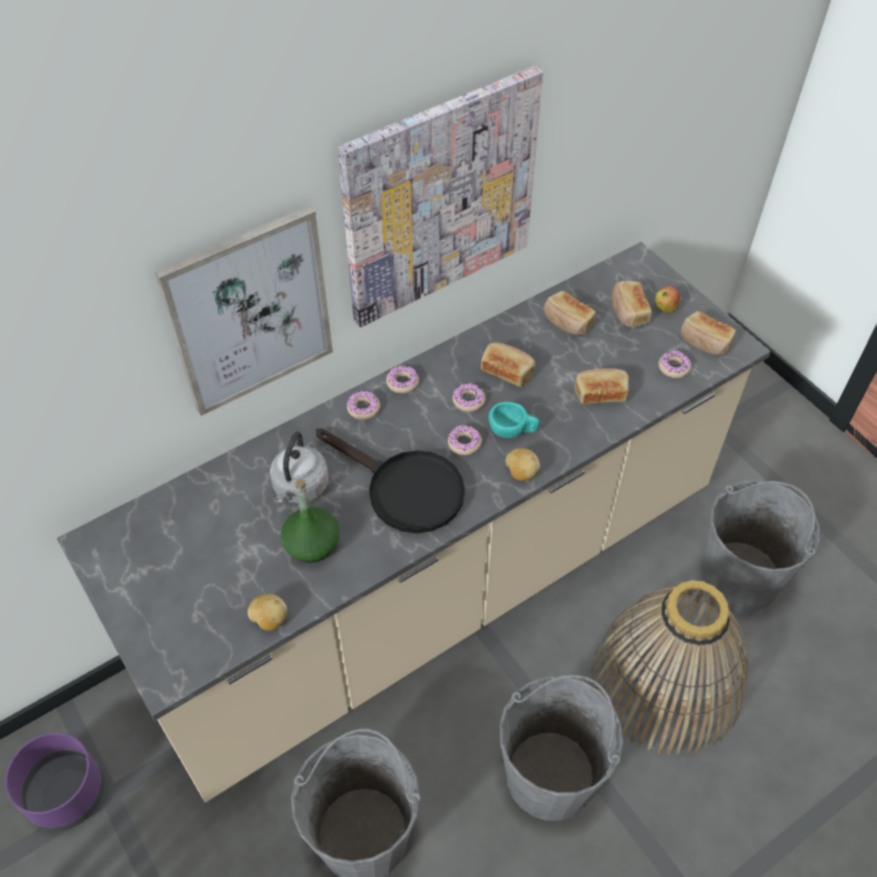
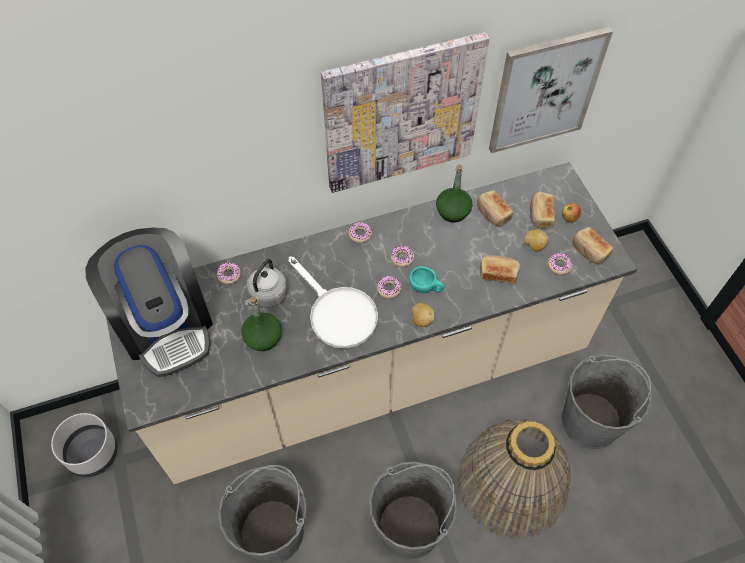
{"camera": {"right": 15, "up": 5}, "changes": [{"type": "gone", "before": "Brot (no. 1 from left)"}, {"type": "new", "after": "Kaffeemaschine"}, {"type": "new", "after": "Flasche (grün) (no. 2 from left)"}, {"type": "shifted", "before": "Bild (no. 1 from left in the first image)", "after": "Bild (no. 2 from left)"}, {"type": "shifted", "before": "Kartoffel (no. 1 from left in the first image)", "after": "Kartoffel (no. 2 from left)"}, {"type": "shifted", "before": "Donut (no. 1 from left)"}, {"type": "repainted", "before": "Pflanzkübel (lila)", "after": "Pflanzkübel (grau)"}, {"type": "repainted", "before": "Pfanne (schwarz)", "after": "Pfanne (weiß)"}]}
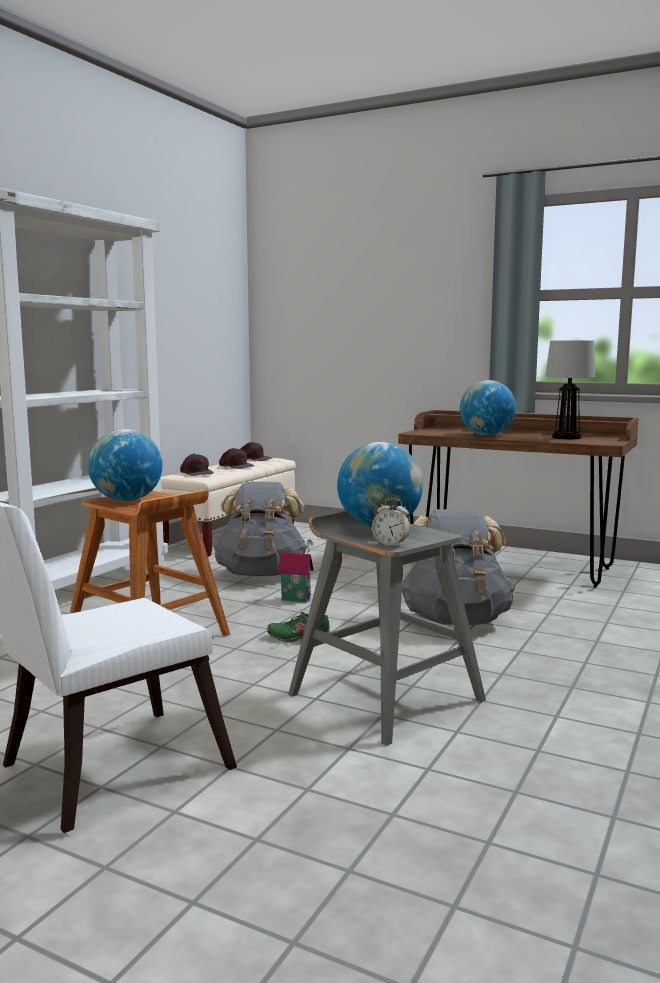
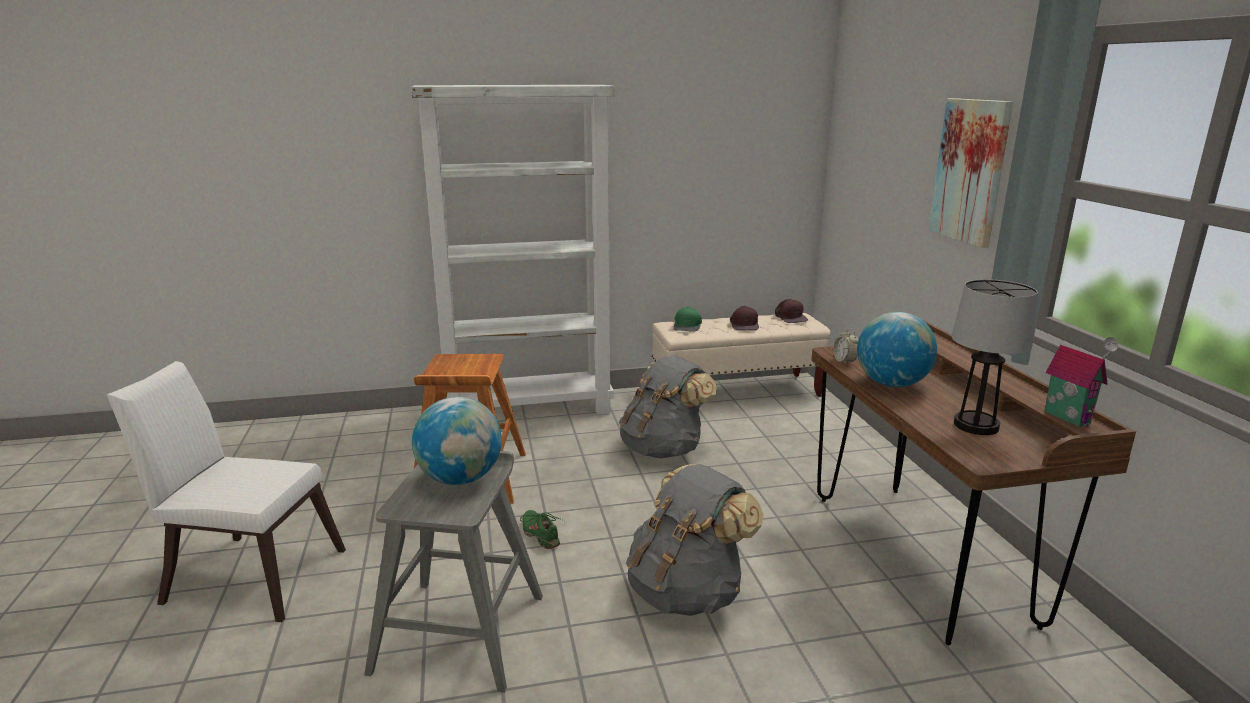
{"camera": {"right": 50, "up": 10}, "changes": [{"type": "gone", "before": "Globus (no. 1 from left)"}, {"type": "new", "after": "Bild"}, {"type": "shifted", "before": "Spielzeughaus"}, {"type": "shifted", "before": "Wecker"}, {"type": "repainted", "before": "Kappe (braun) (no. 1 from left)", "after": "Kappe (grün)"}]}
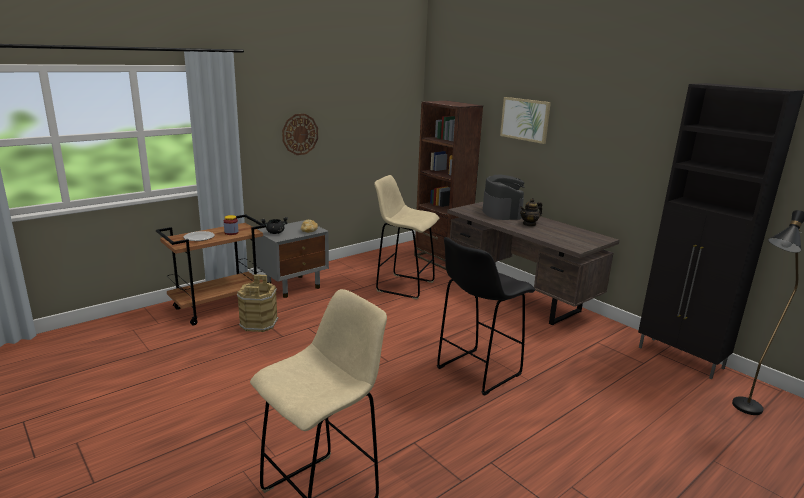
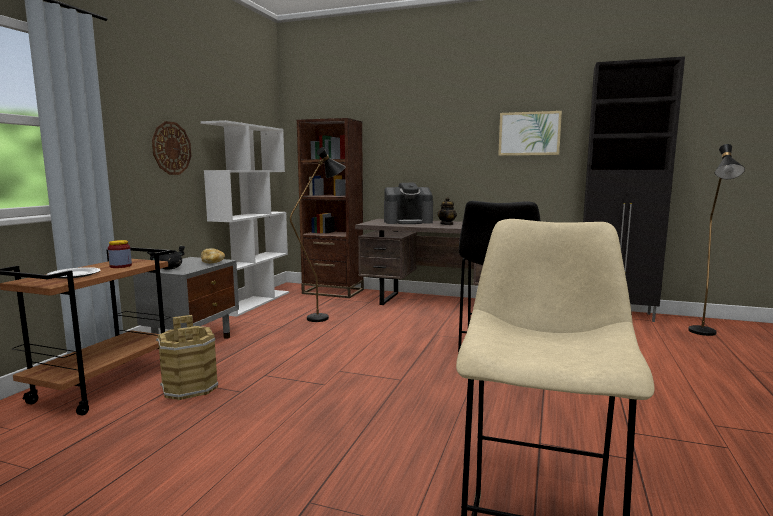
{"camera": {"right": -30, "up": -10}, "changes": [{"type": "new", "after": "Bücherregal (weiß)"}, {"type": "shifted", "before": "Bild"}, {"type": "swapped", "before": "Hocker (beige) (no. 2 from left)", "after": "Stehlampe (schwarz) (no. 1 from left)"}, {"type": "rotated", "before": "Kaffeemaschine", "turn": 120}]}
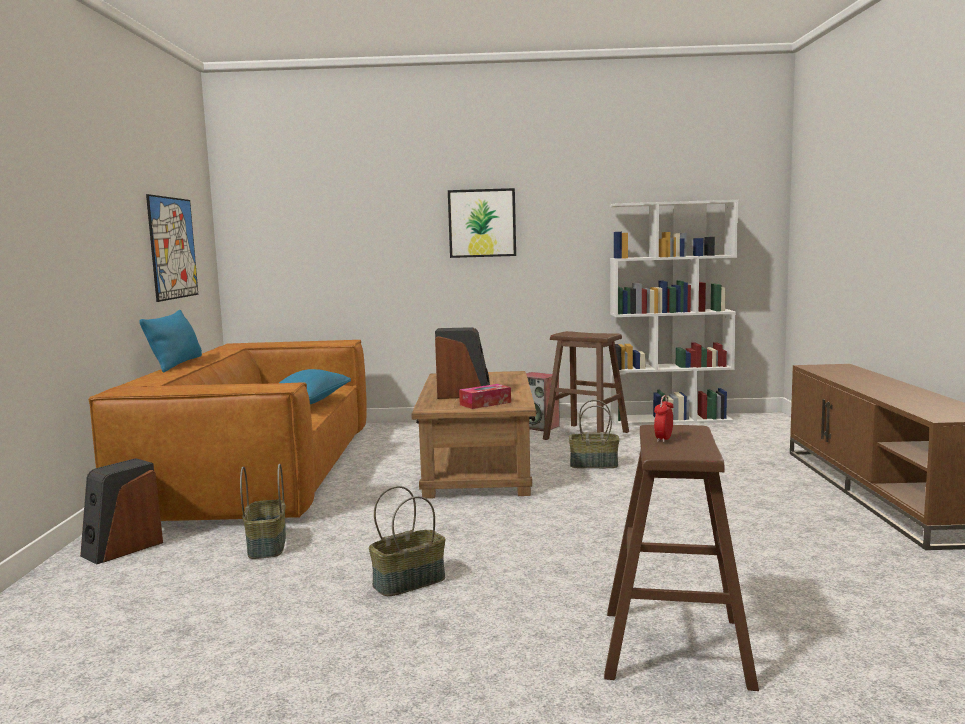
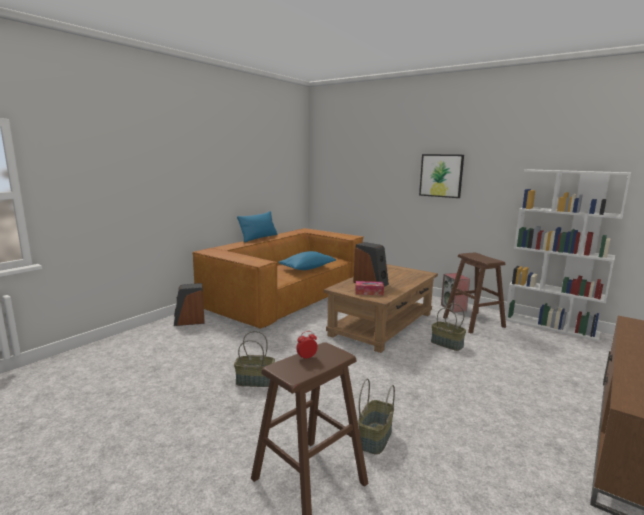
{"camera": {"right": 35, "up": 5}, "changes": [{"type": "gone", "before": "Bild (no. 1 from left)"}, {"type": "shifted", "before": "Korb (no. 1 from left in the first image)", "after": "Korb (no. 2 from left)"}]}
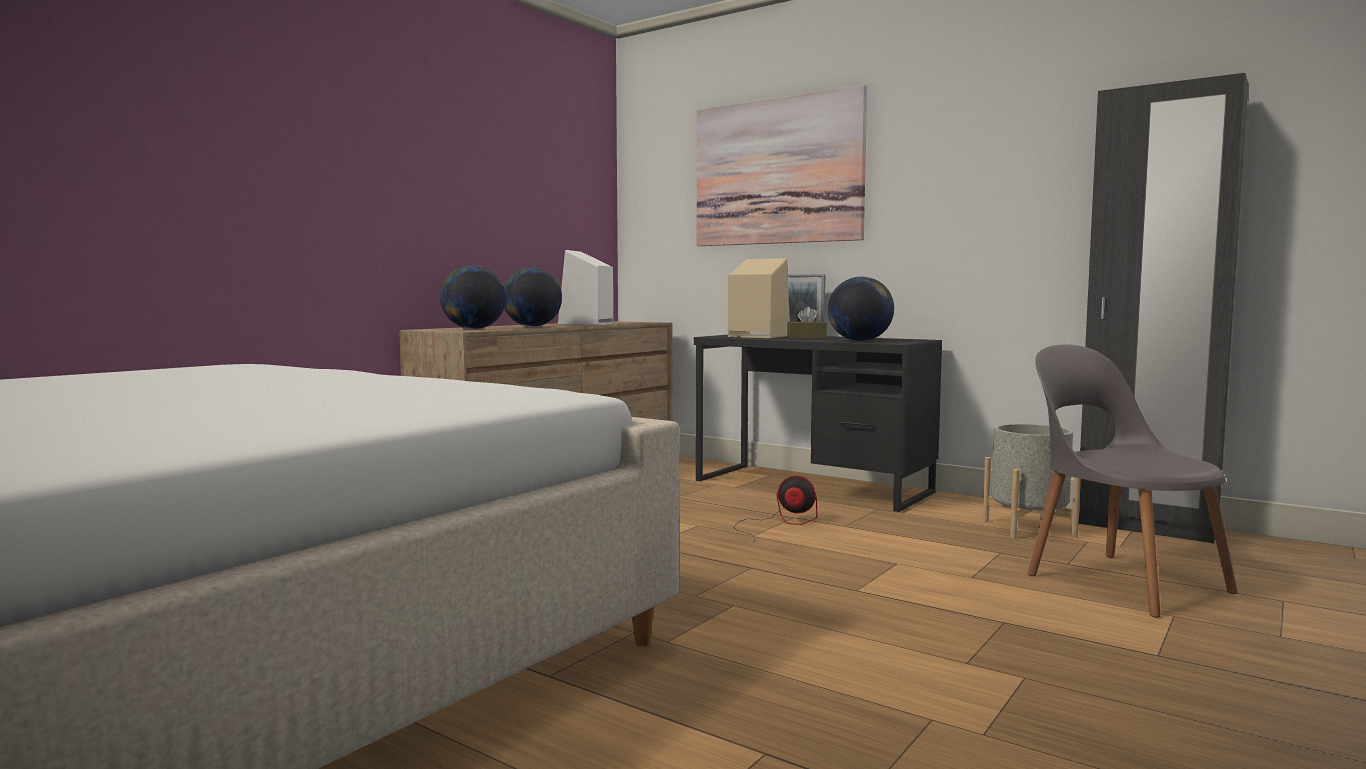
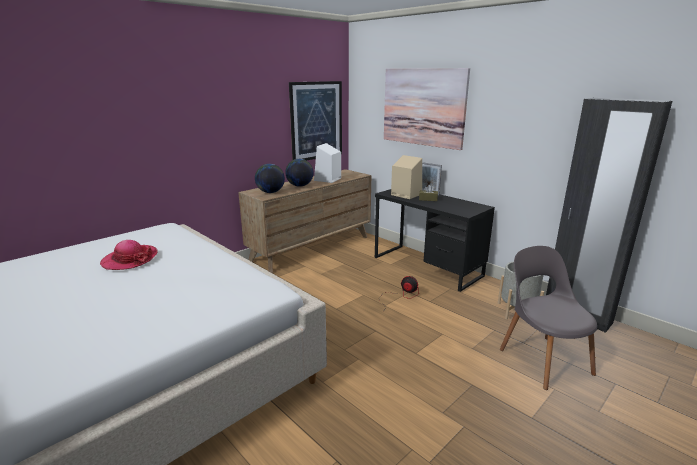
{"camera": {"right": 10, "up": 15}, "changes": [{"type": "gone", "before": "Globus (no. 3 from left)"}, {"type": "new", "after": "Hut"}, {"type": "new", "after": "Bild (no. 1 from left)"}]}
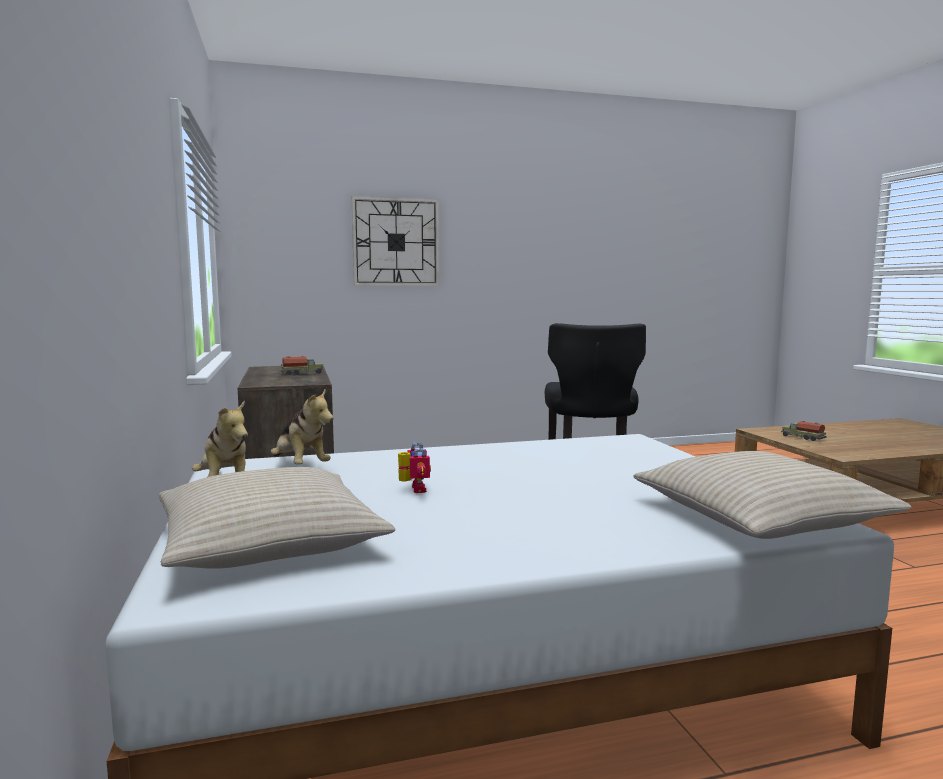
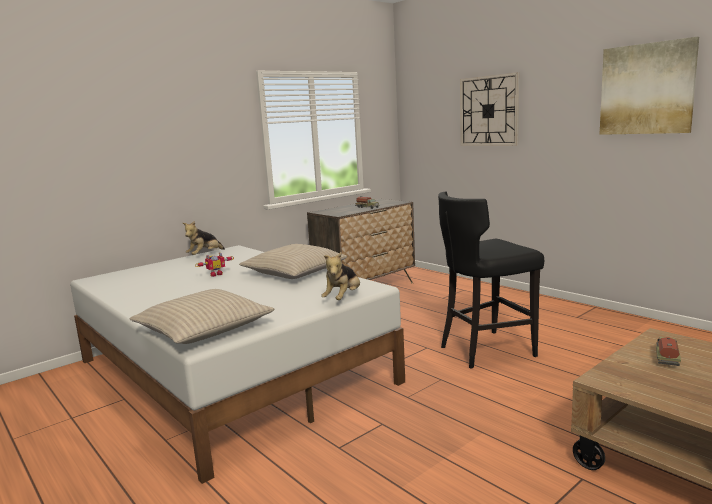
{"camera": {"right": 65, "up": 5}, "changes": [{"type": "new", "after": "Bild"}, {"type": "shifted", "before": "Kissen (beige) (no. 1 from left in the first image)", "after": "Kissen (beige) (no. 2 from left)"}, {"type": "shifted", "before": "Plüschtier (no. 2 from left)"}]}
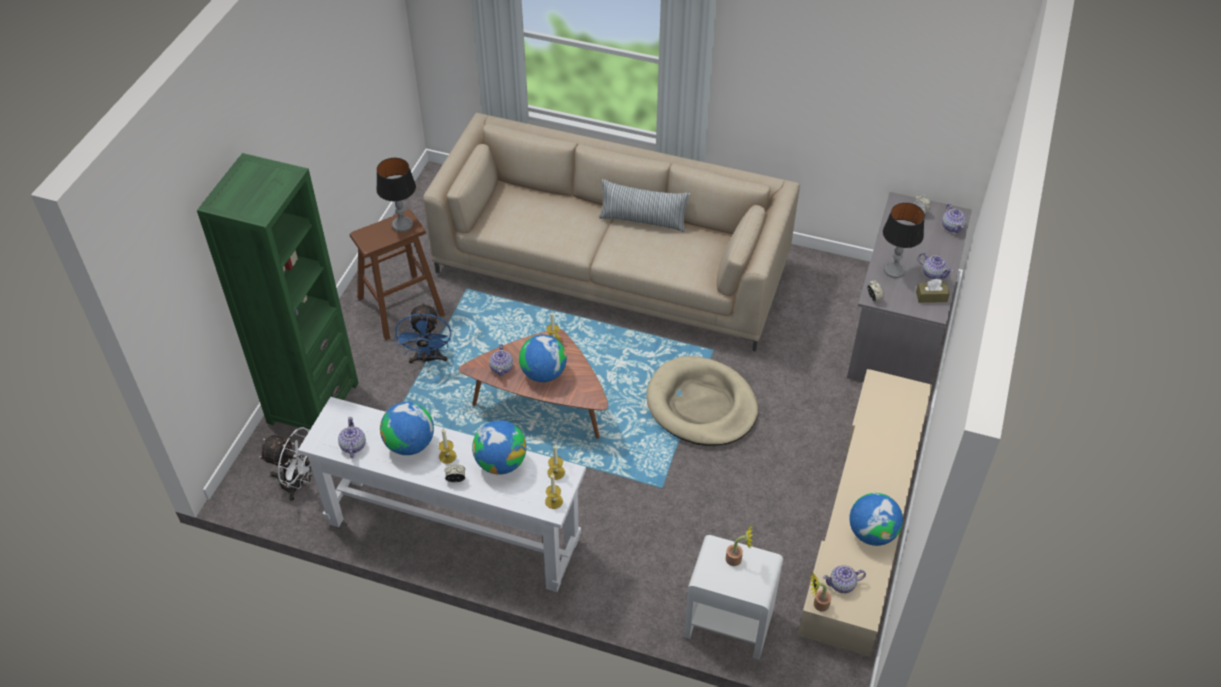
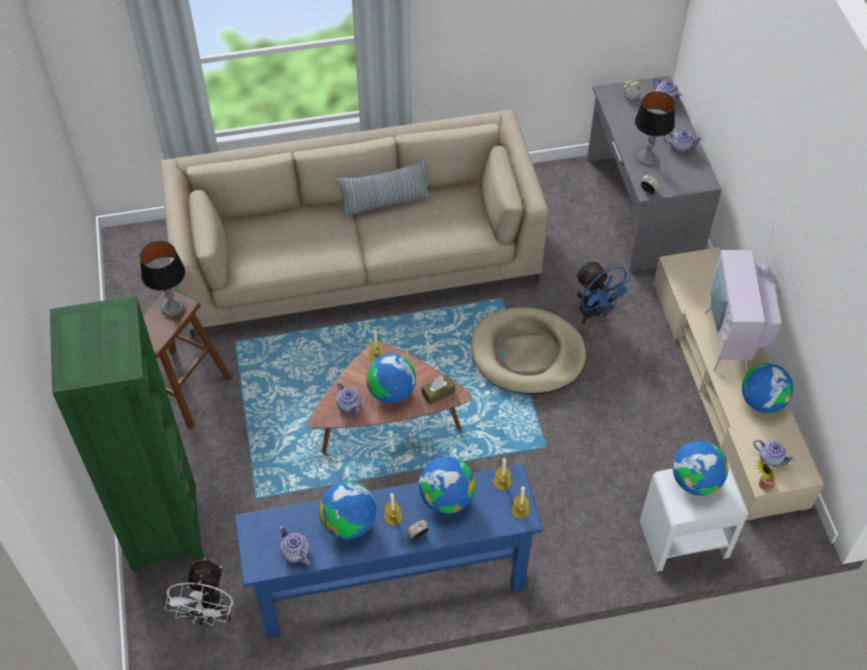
{"camera": {"right": -30, "up": 5}, "changes": [{"type": "new", "after": "Fernseher"}, {"type": "shifted", "before": "Ventilator (blau)"}, {"type": "shifted", "before": "Taschentuchbox (braun)"}, {"type": "swapped", "before": "Topfpflanze (no. 1 from left)", "after": "Globus (no. 4 from left)"}, {"type": "repainted", "before": "Konsolentisch (weiß)", "after": "Konsolentisch (blau)"}, {"type": "rotated", "before": "Ventilator (weiß)", "turn": 105}, {"type": "rotated", "before": "Teekanne (no. 3 from left in the first image)", "turn": -105}]}
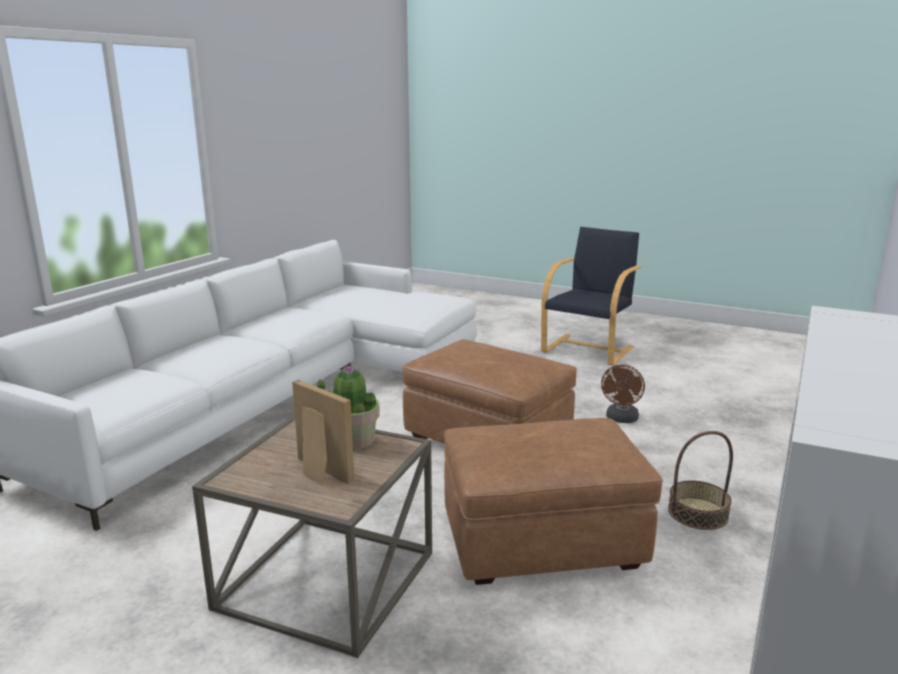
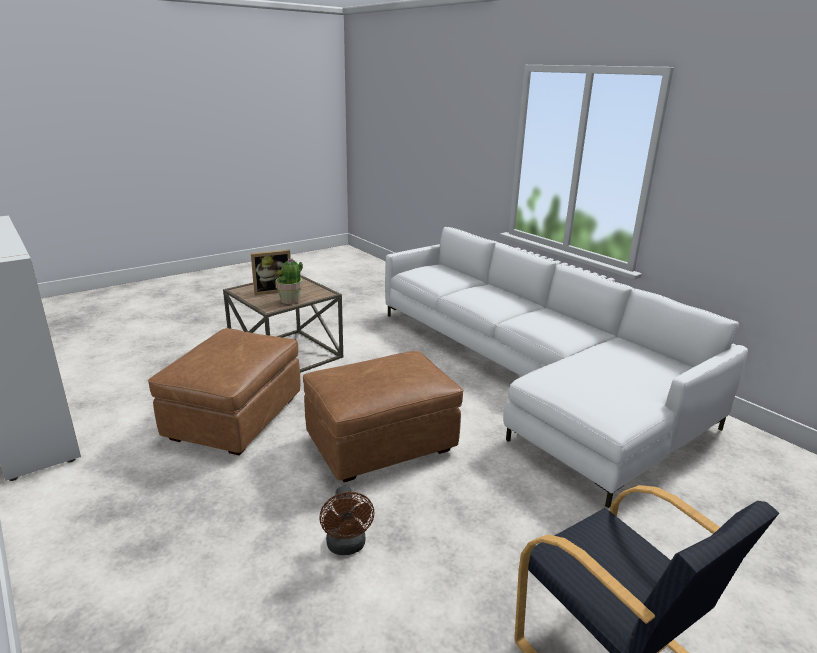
{"camera": {"right": 115, "up": 5}, "changes": [{"type": "gone", "before": "Korb"}, {"type": "rotated", "before": "Ventilator (braun)", "turn": -150}]}
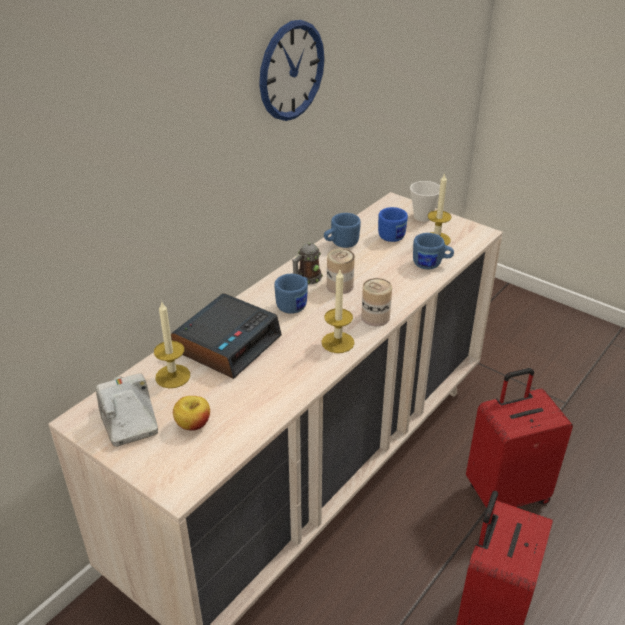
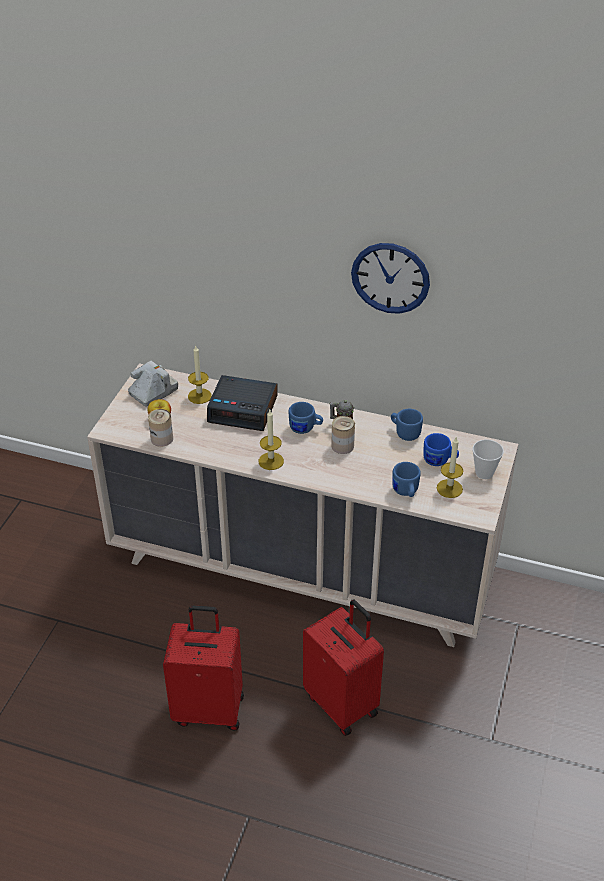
{"camera": {"right": 70, "up": 5}, "changes": [{"type": "shifted", "before": "Dose (no. 2 from left in the first image)", "after": "Dose (no. 1 from left)"}]}
